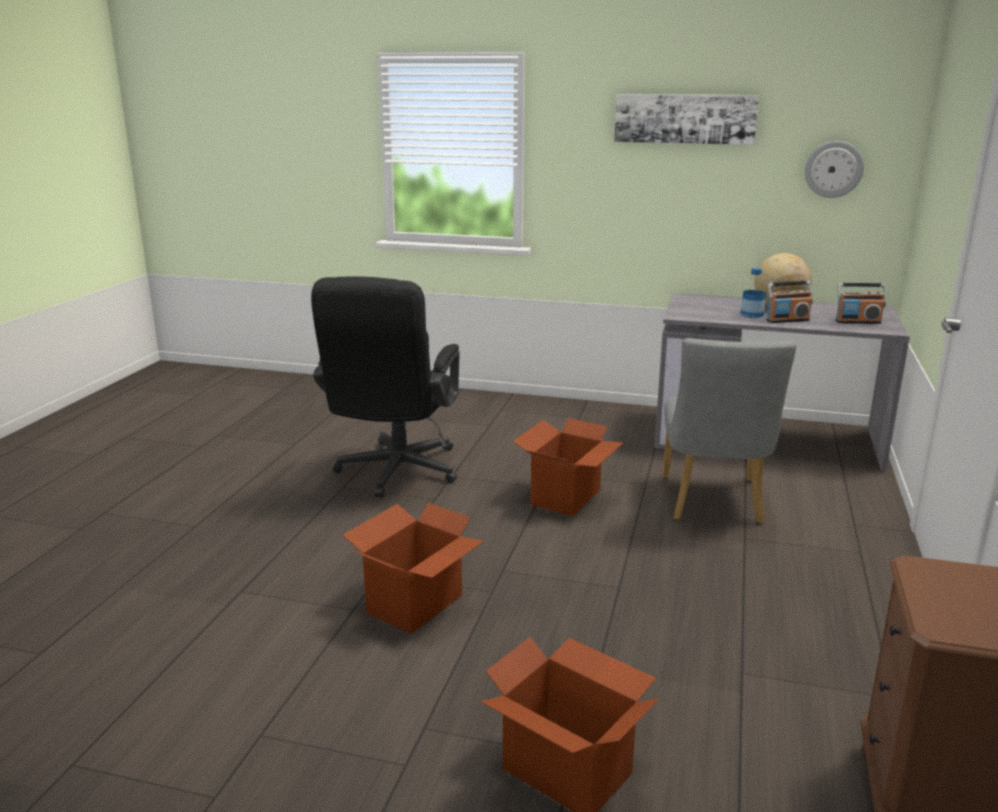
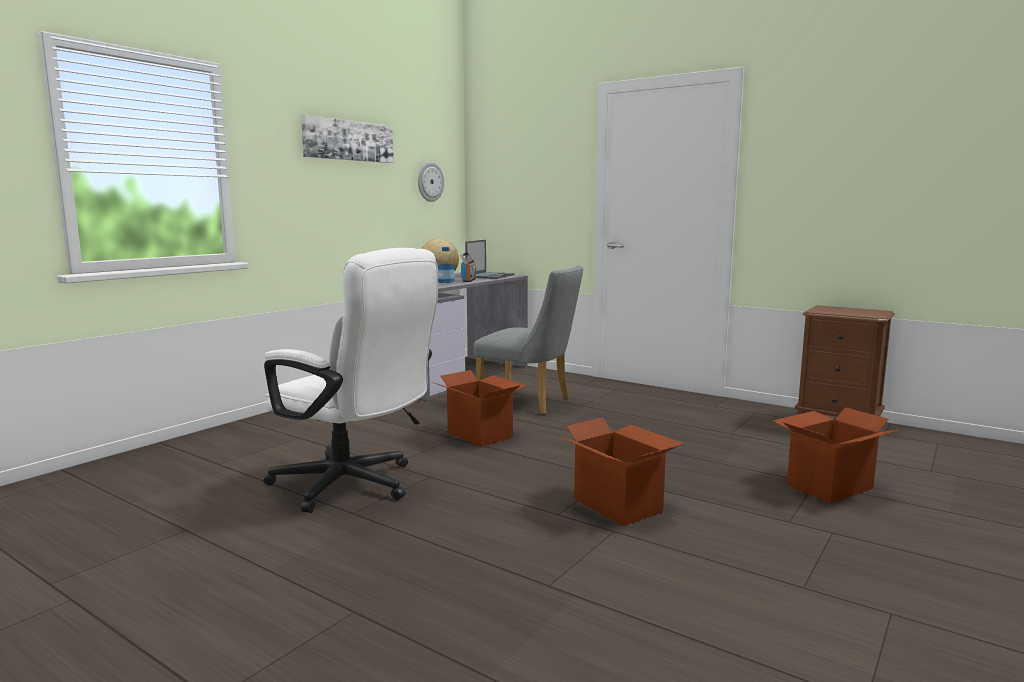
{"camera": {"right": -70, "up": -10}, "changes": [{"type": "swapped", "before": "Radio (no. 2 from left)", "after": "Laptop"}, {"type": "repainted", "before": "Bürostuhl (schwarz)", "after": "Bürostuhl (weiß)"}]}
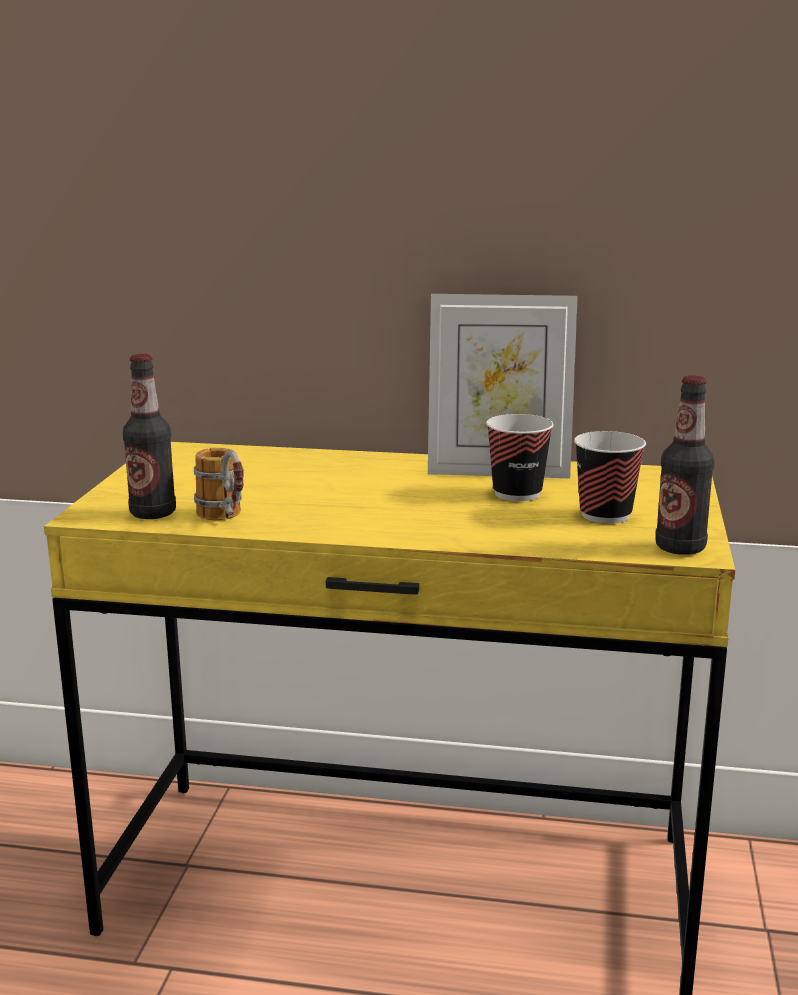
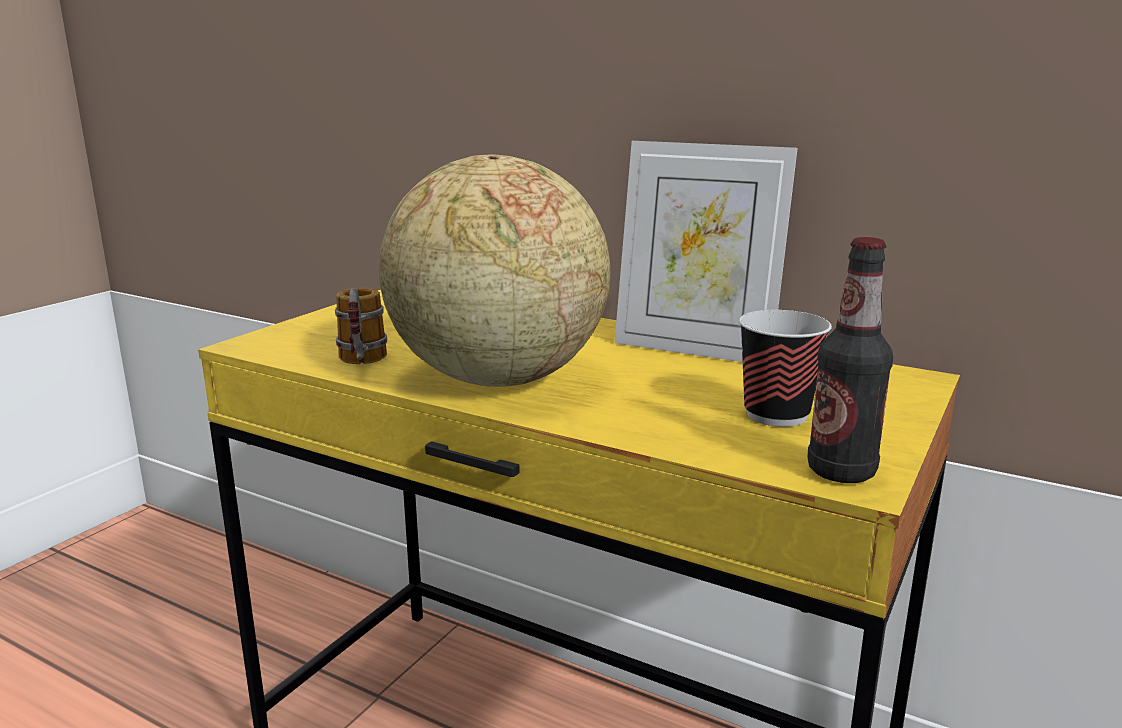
{"camera": {"right": 20, "up": 0}, "changes": [{"type": "gone", "before": "Flasche (no. 1 from left)"}, {"type": "gone", "before": "Tasse (no. 1 from left)"}, {"type": "new", "after": "Globus"}]}
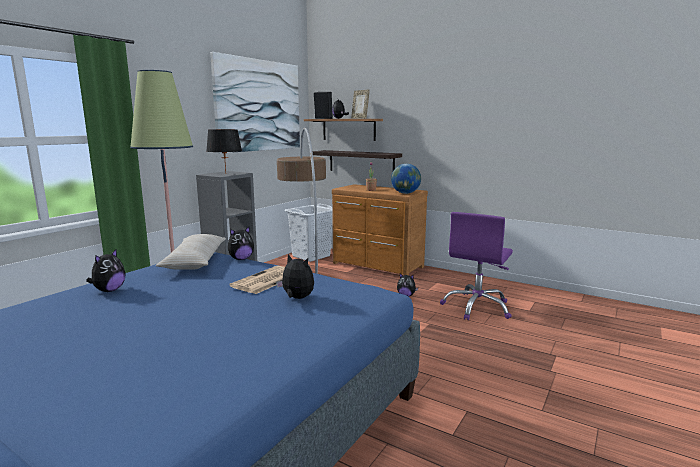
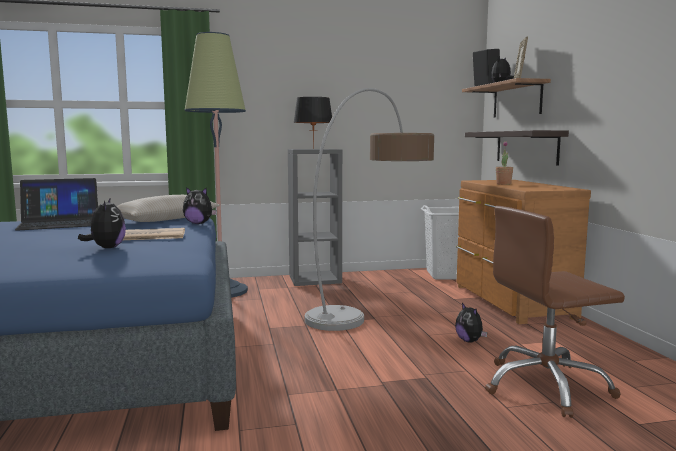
{"camera": {"right": 45, "up": -5}, "changes": [{"type": "gone", "before": "Bild"}, {"type": "gone", "before": "Globus"}, {"type": "swapped", "before": "Plüschtier (no. 1 from left)", "after": "Laptop"}, {"type": "repainted", "before": "Bürostuhl (lila)", "after": "Bürostuhl (braun)"}]}
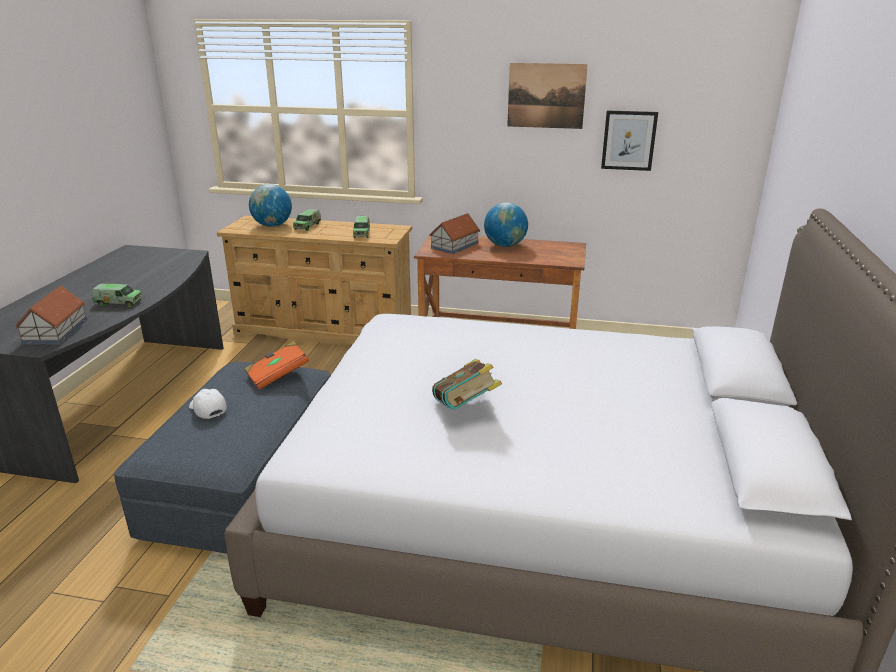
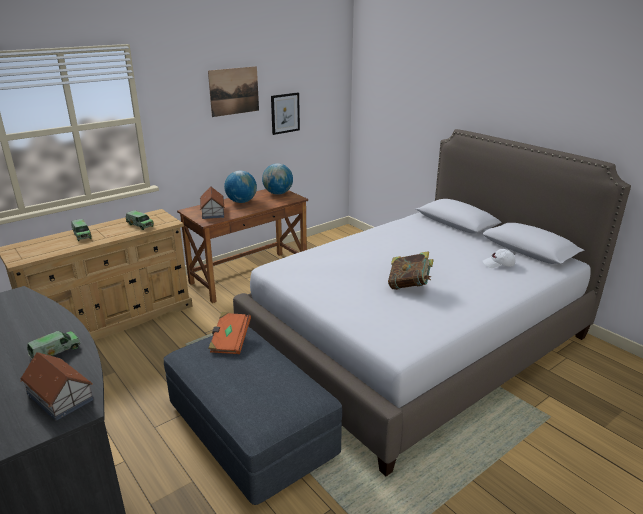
{"camera": {"right": -50, "up": 0}, "changes": [{"type": "shifted", "before": "Kappe (weiß)"}, {"type": "shifted", "before": "Globus (no. 1 from left in the first image)", "after": "Globus (no. 2 from left)"}]}
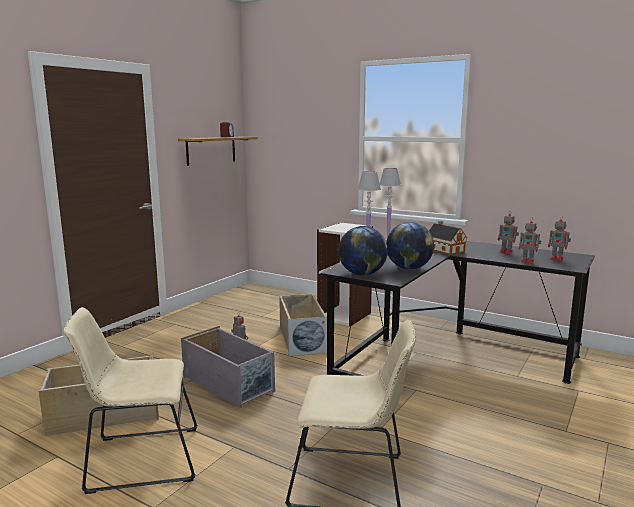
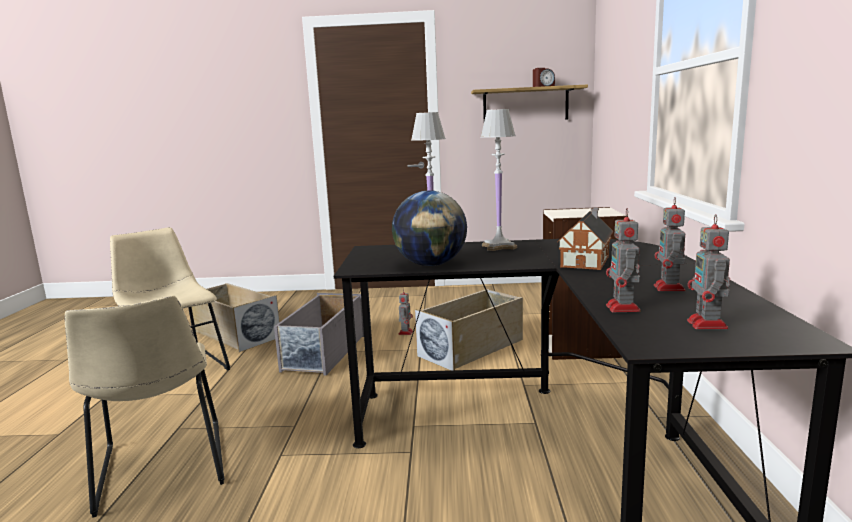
{"camera": {"right": 60, "up": 0}, "changes": [{"type": "gone", "before": "Globus (no. 1 from left)"}]}
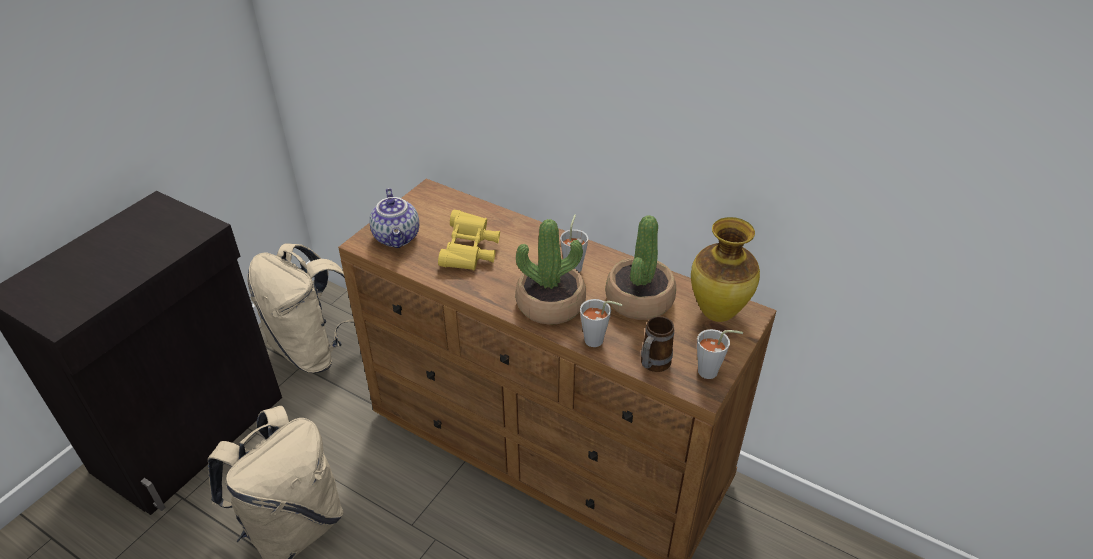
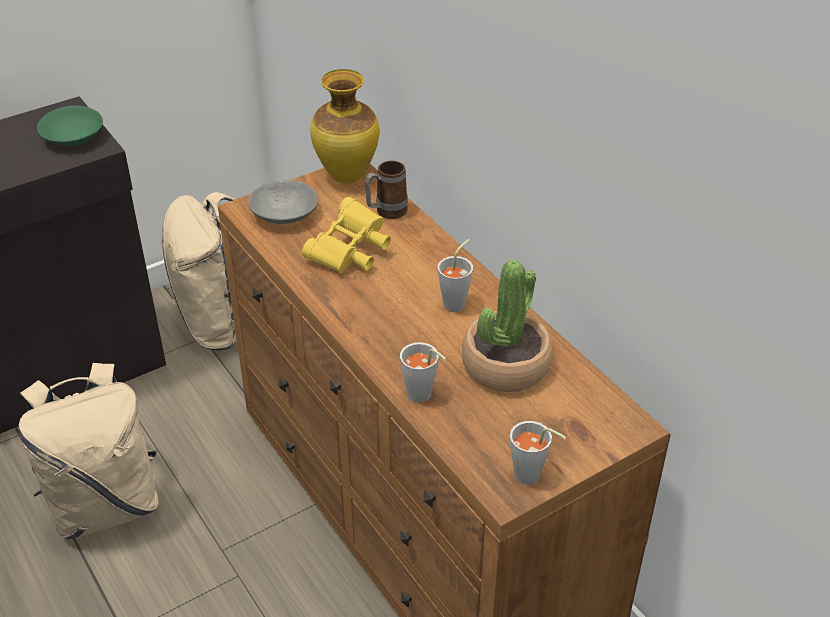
{"camera": {"right": 25, "up": 0}, "changes": [{"type": "gone", "before": "Topfpflanze (no. 1 from left)"}, {"type": "new", "after": "Schüssel (grün)"}, {"type": "shifted", "before": "Henkelbecher"}, {"type": "shifted", "before": "Vase"}, {"type": "swapped", "before": "Teekanne", "after": "Schüssel (grau)"}]}
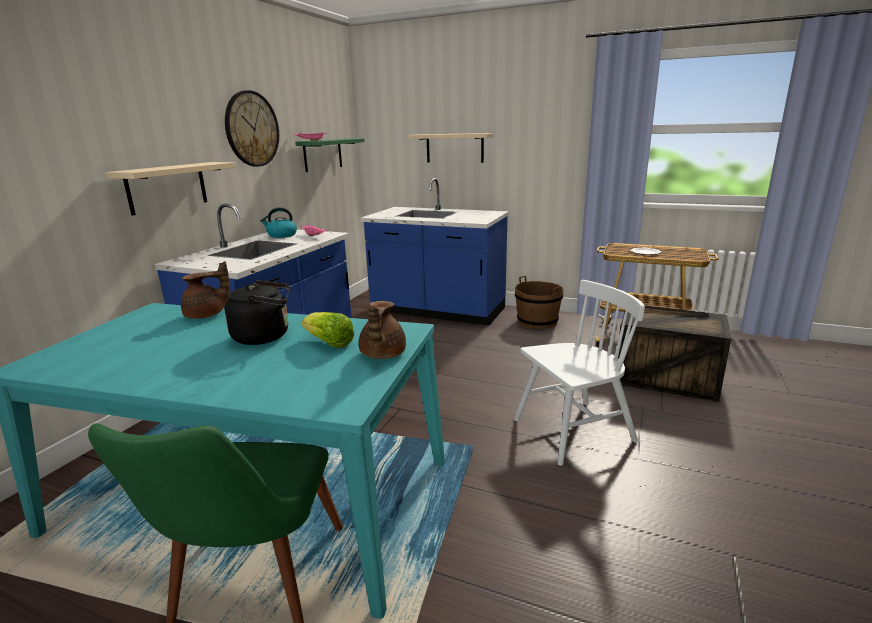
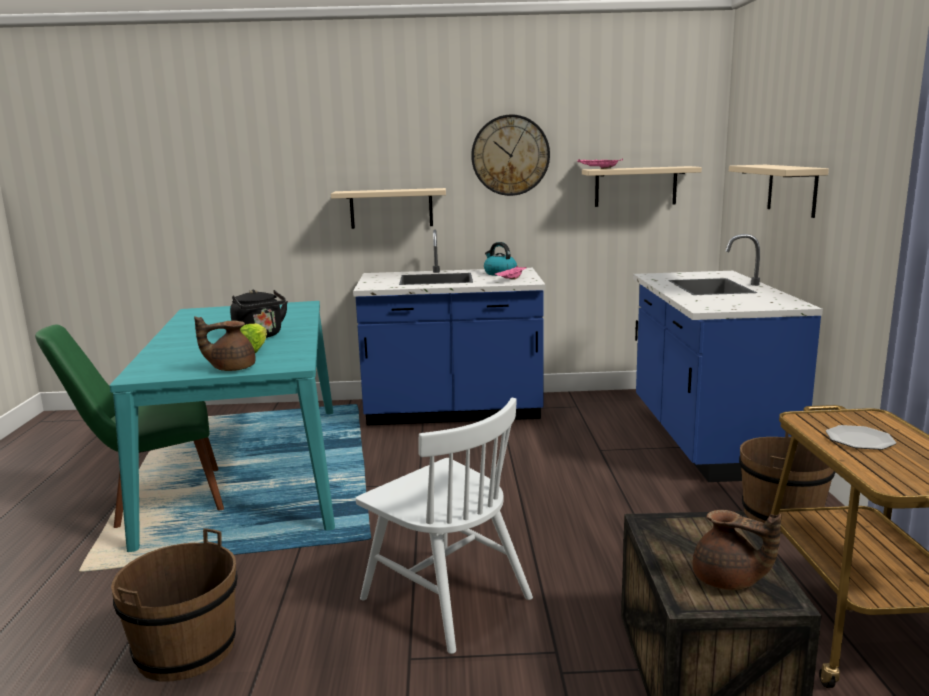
{"camera": {"right": 65, "up": -5}, "changes": [{"type": "new", "after": "Eimer (braun) (no. 1 from left)"}, {"type": "shifted", "before": "Teekanne (braun) (no. 1 from left in the first image)", "after": "Teekanne (braun) (no. 2 from left)"}, {"type": "repainted", "before": "Wandregal (grün)", "after": "Wandregal (beige) (no. 2 from left)"}]}
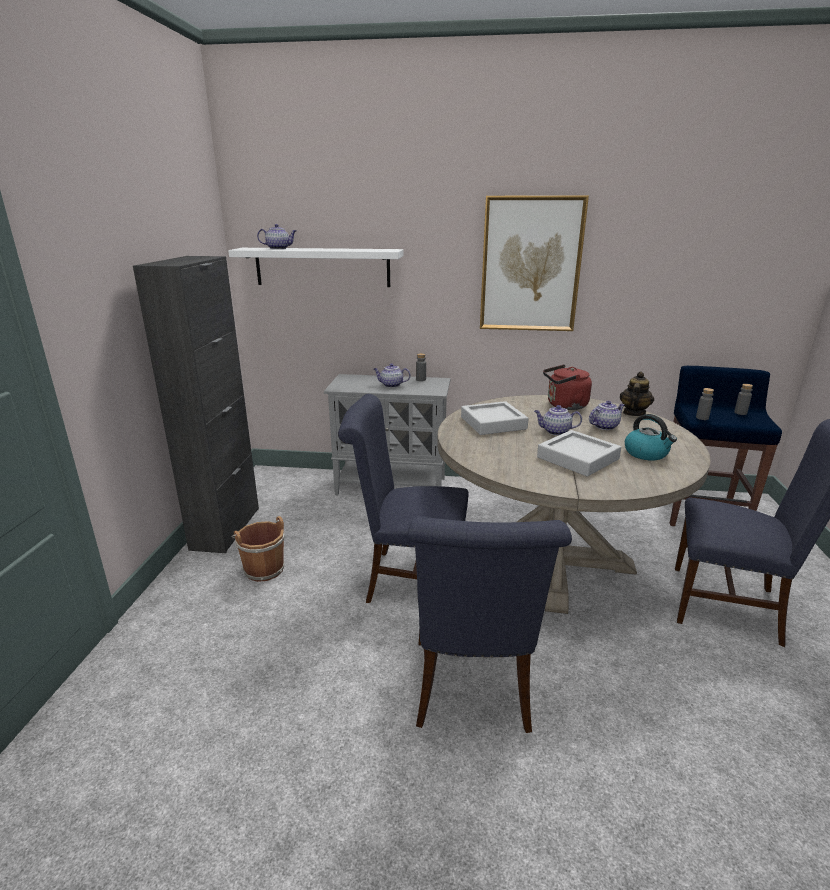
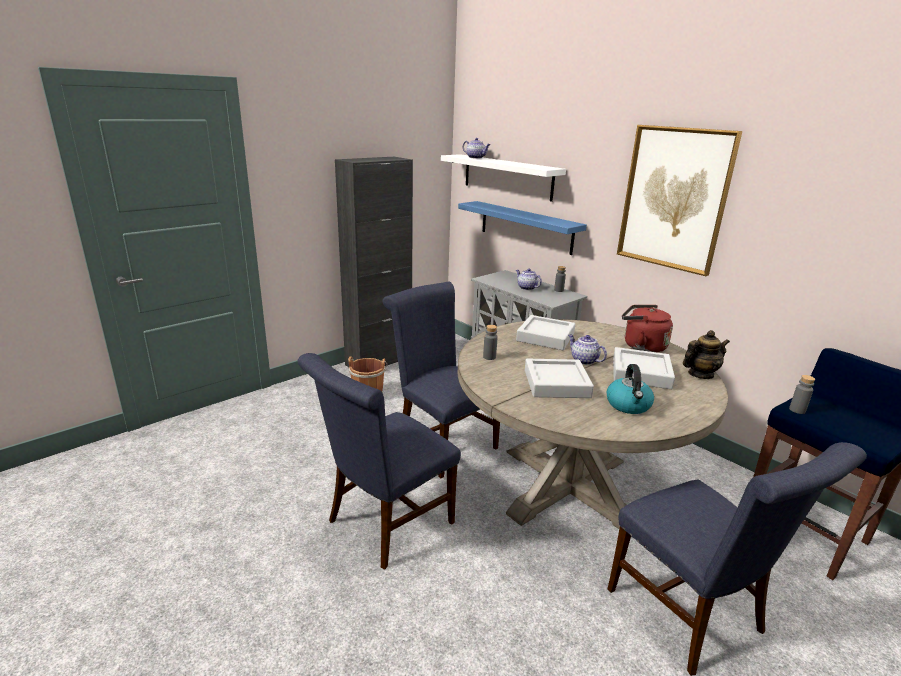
{"camera": {"right": 40, "up": 0}, "changes": [{"type": "new", "after": "Wandregal (blau)"}, {"type": "shifted", "before": "Flasche (grau) (no. 3 from left in the first image)", "after": "Flasche (grau) (no. 1 from left)"}, {"type": "swapped", "before": "Teekanne (no. 4 from left)", "after": "Tablett (grau) (no. 3 from left)"}]}
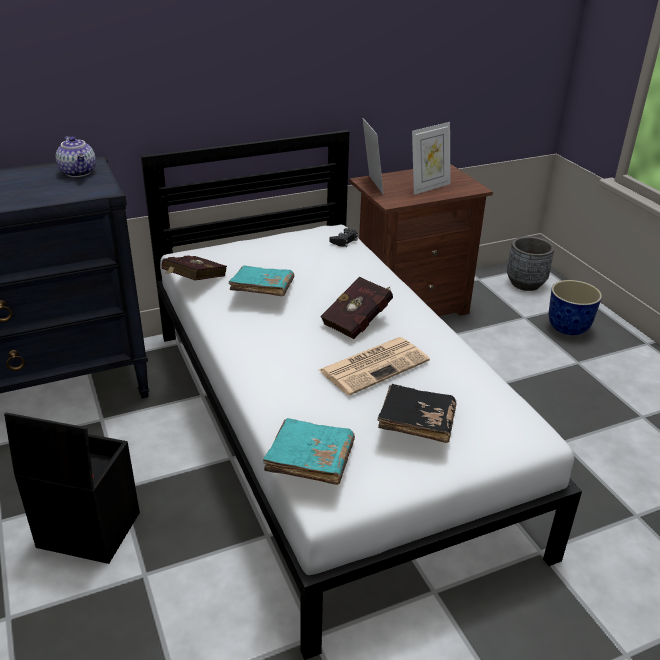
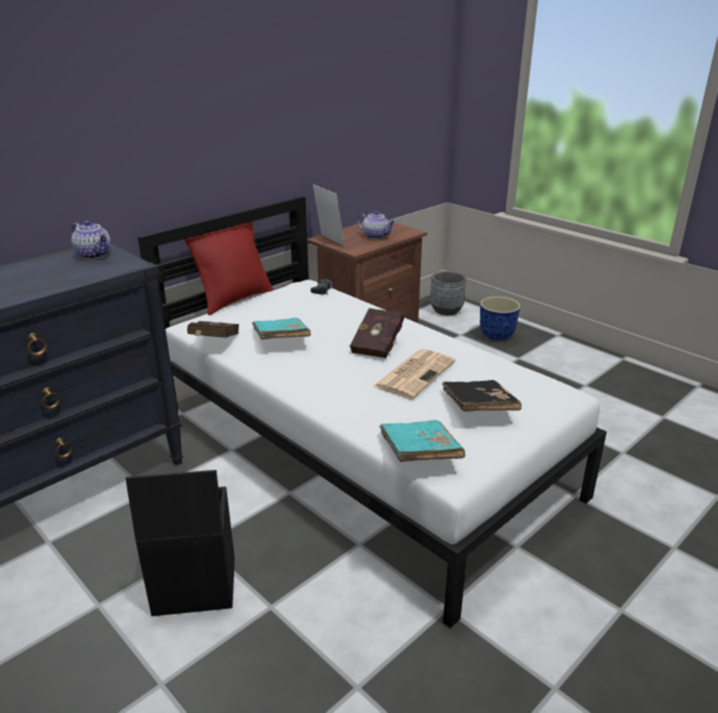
{"camera": {"right": -20, "up": -5}, "changes": [{"type": "new", "after": "Kissen (rot)"}, {"type": "swapped", "before": "Bilderrahmen (no. 2 from left)", "after": "Teekanne (no. 2 from left)"}]}
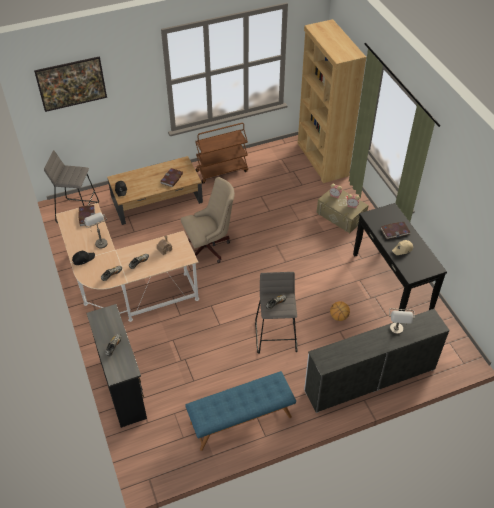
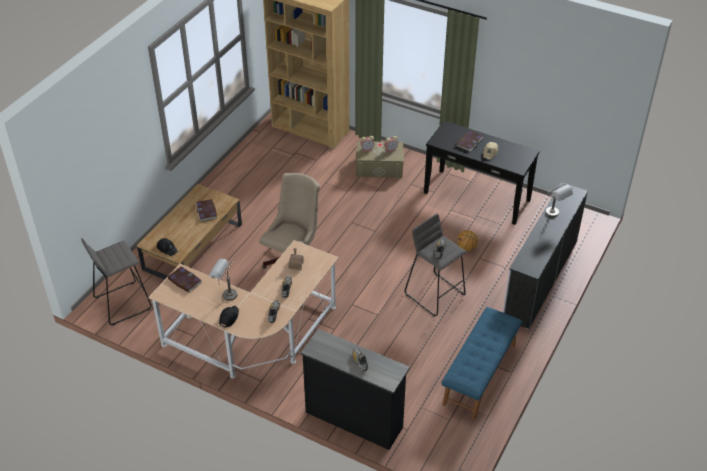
{"camera": {"right": -40, "up": -5}, "changes": [{"type": "gone", "before": "Bild"}, {"type": "gone", "before": "Rollwagen (braun)"}]}
